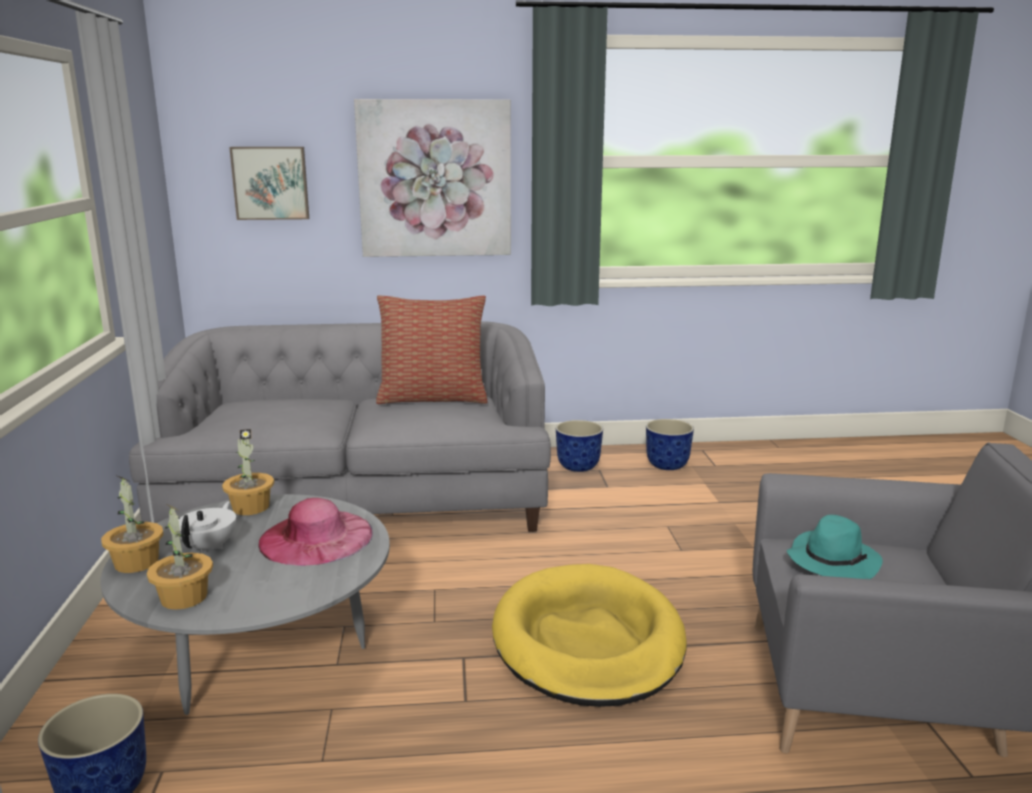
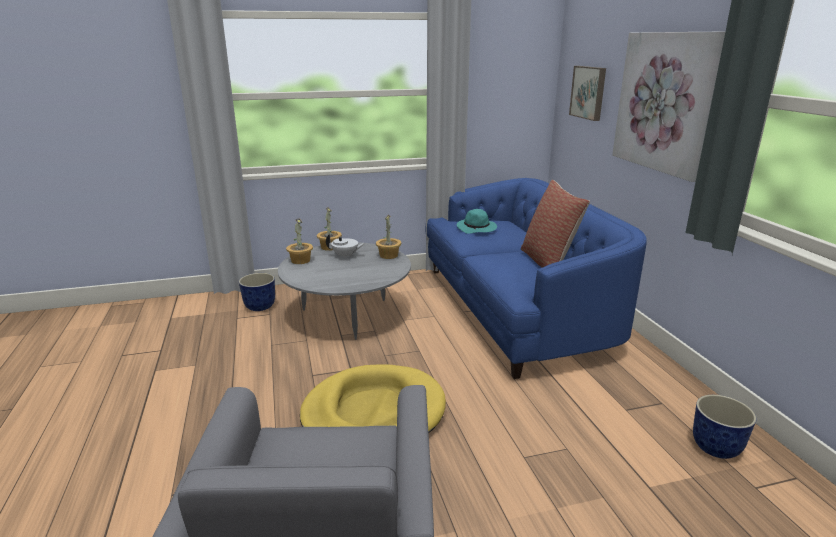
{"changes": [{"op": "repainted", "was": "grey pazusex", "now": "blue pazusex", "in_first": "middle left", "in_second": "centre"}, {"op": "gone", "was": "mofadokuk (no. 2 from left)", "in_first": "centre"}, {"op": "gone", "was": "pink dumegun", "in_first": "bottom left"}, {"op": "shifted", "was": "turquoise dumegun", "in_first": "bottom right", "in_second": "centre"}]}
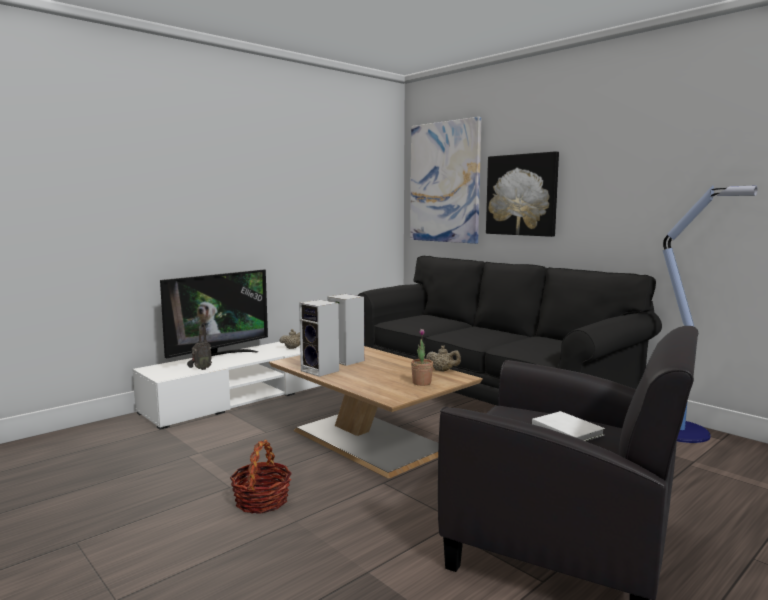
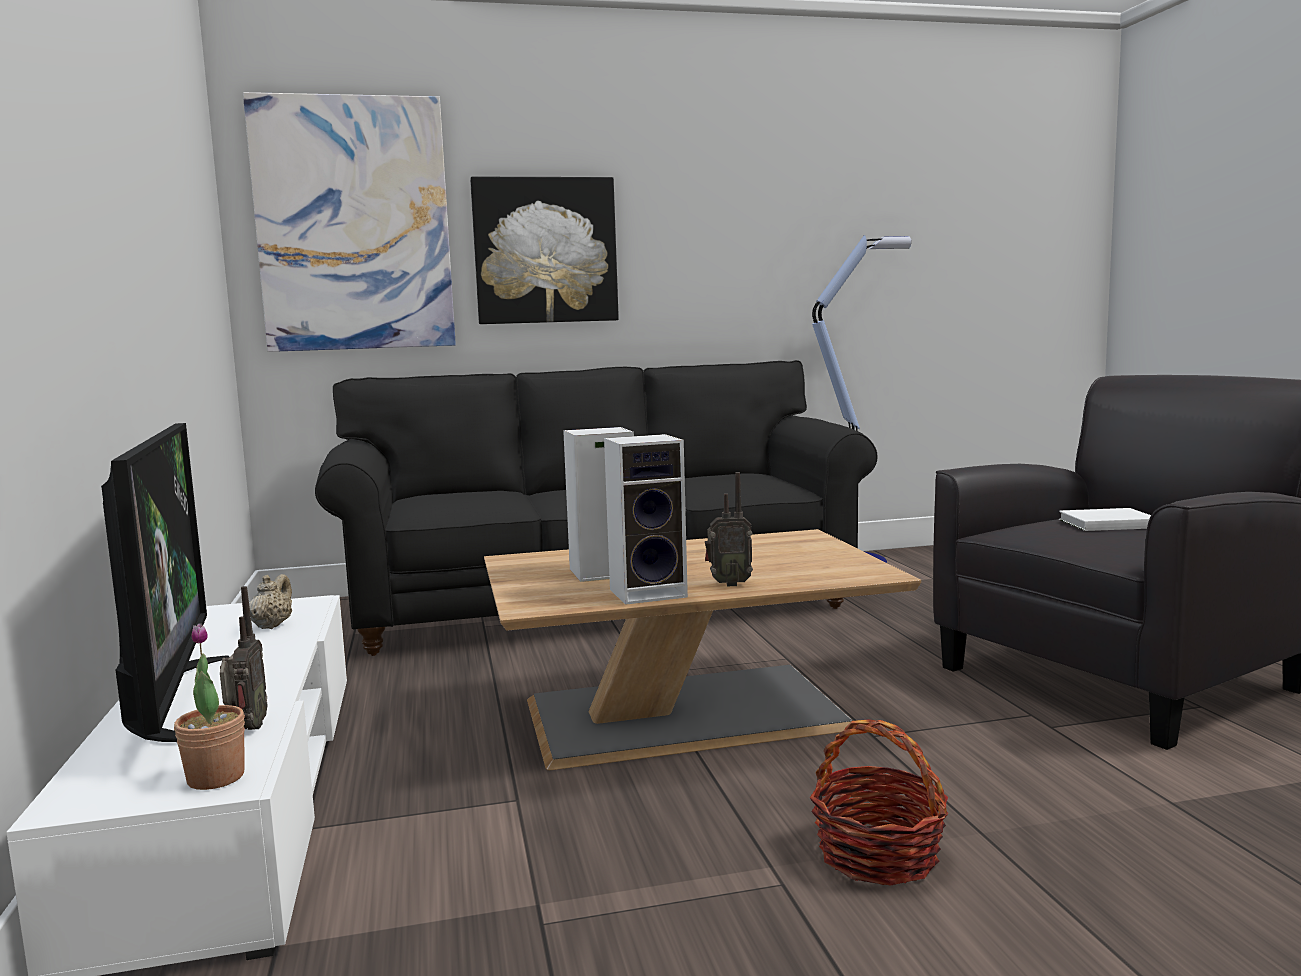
{"changes": [{"op": "shifted", "was": "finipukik", "in_first": "centre", "in_second": "bottom left"}, {"op": "gone", "was": "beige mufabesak (no. 2 from left)", "in_first": "centre"}, {"op": "new", "now": "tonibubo (no. 2 from left)", "in_second": "centre"}]}
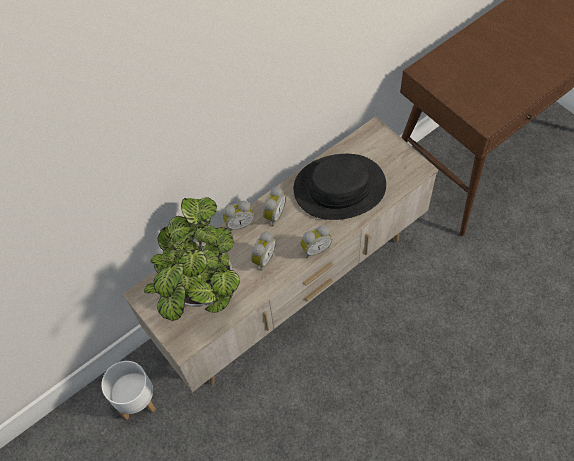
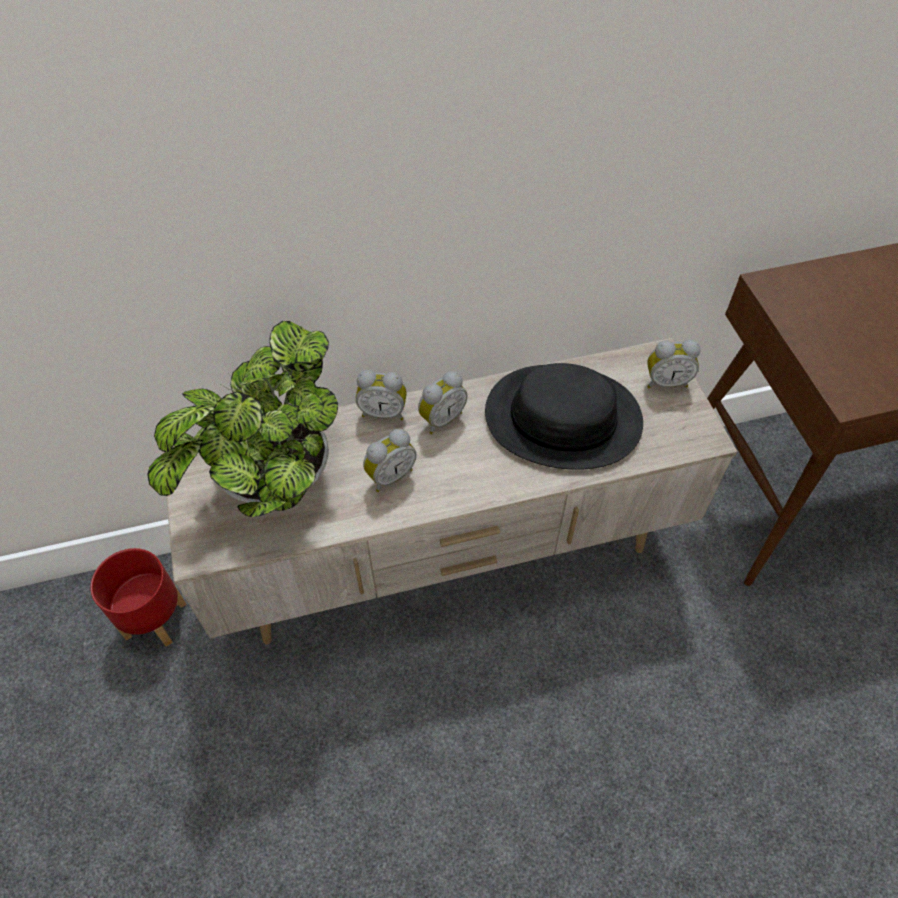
{"changes": [{"op": "shifted", "was": "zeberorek (no. 4 from left)", "in_first": "centre", "in_second": "middle right"}, {"op": "repainted", "was": "white mofadokuk", "now": "red mofadokuk", "in_first": "bottom left", "in_second": "middle left"}]}
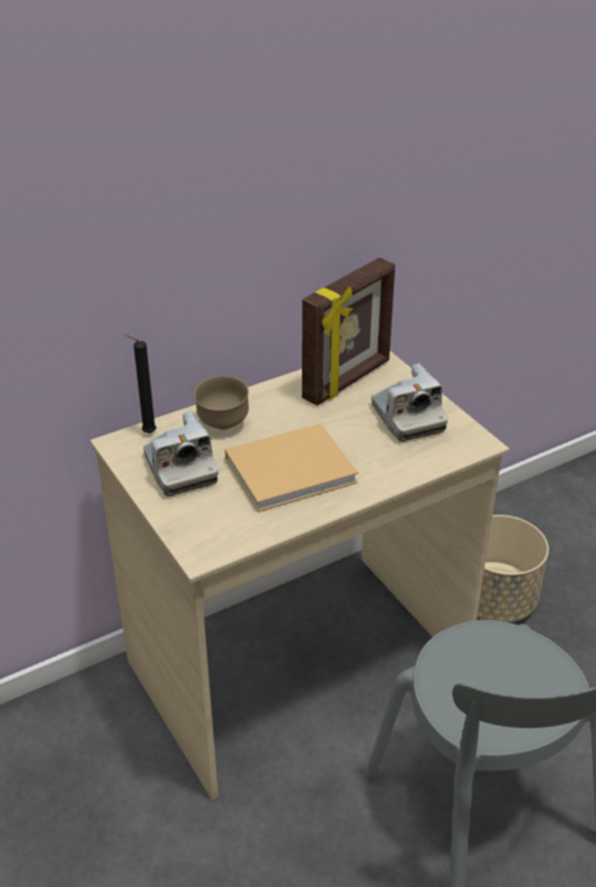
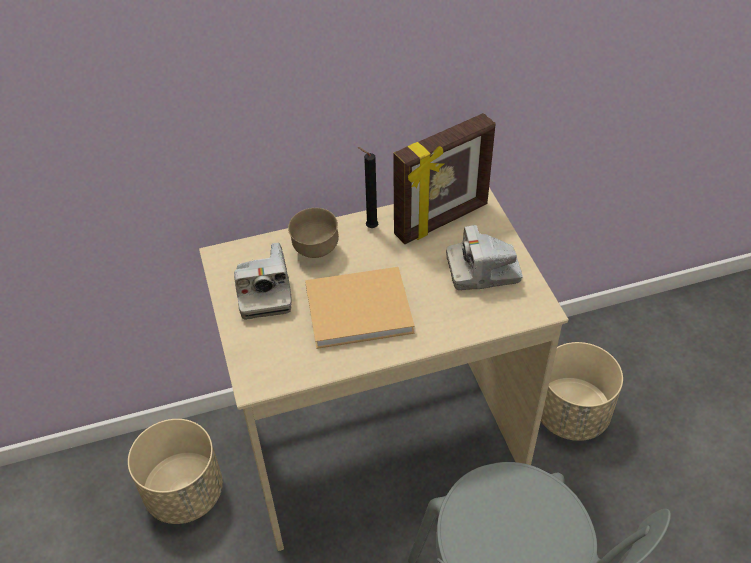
{"changes": [{"op": "shifted", "was": "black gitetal", "in_first": "middle left", "in_second": "top centre"}, {"op": "rotated", "was": "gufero (no. 2 from left)", "in_first": "middle right", "in_second": "centre", "clockwise": 90}, {"op": "new", "now": "beige mofadokuk (no. 1 from left)", "in_second": "bottom left"}]}
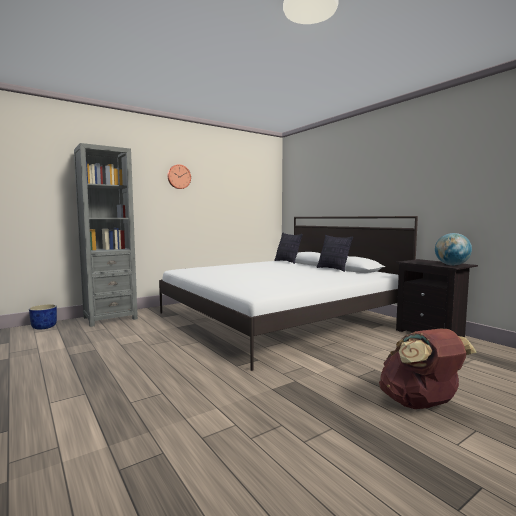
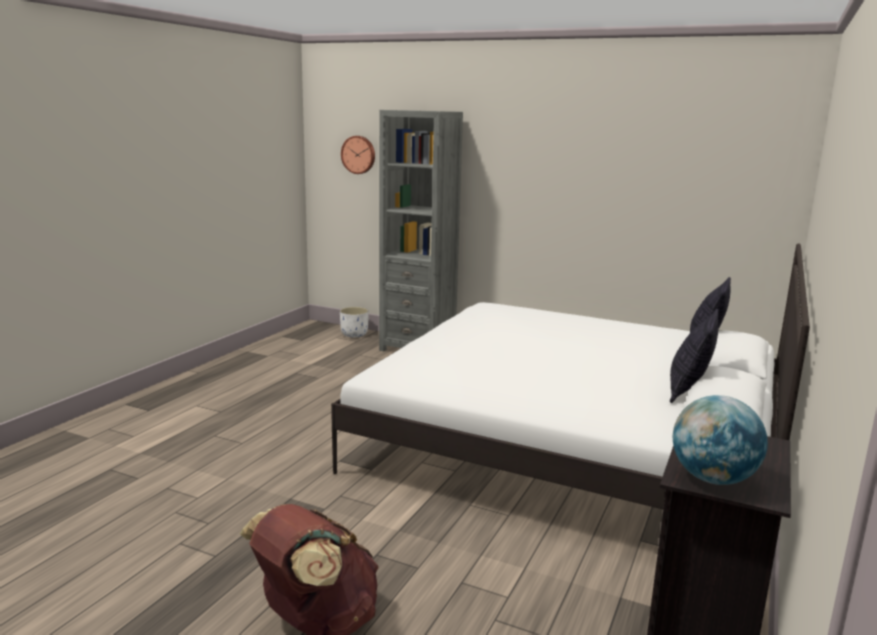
{"changes": [{"op": "shifted", "was": "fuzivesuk", "in_first": "centre", "in_second": "top centre"}, {"op": "repainted", "was": "blue mofadokuk", "now": "white mofadokuk", "in_first": "middle left", "in_second": "centre"}]}
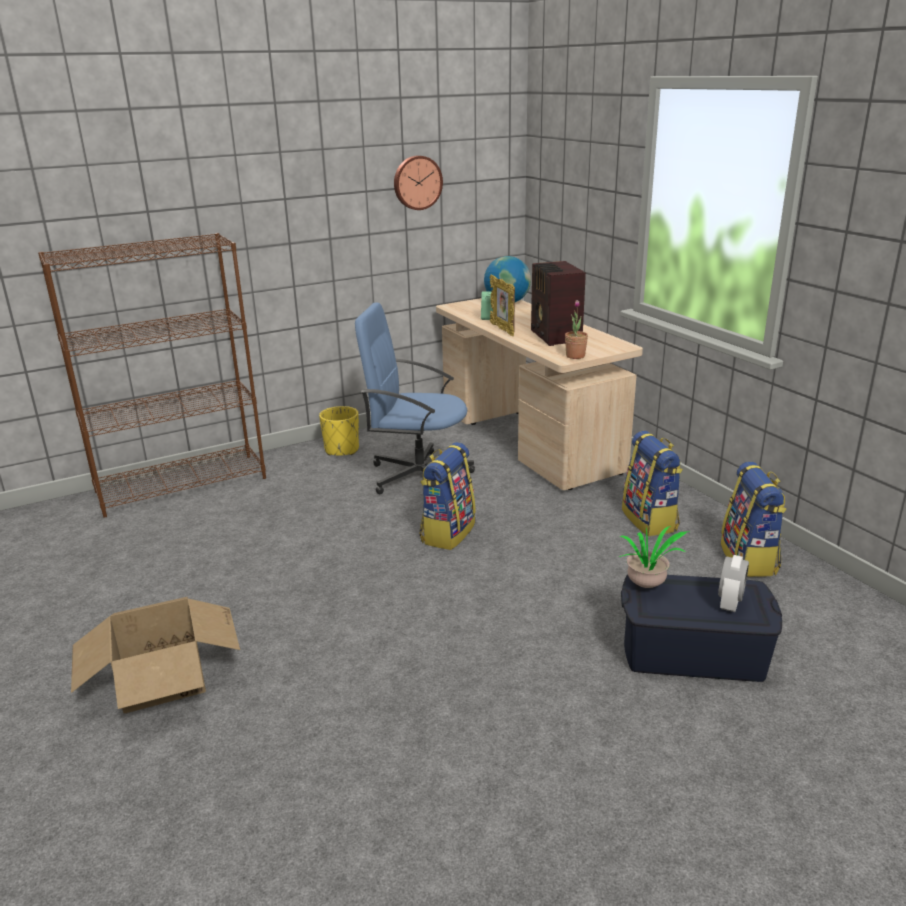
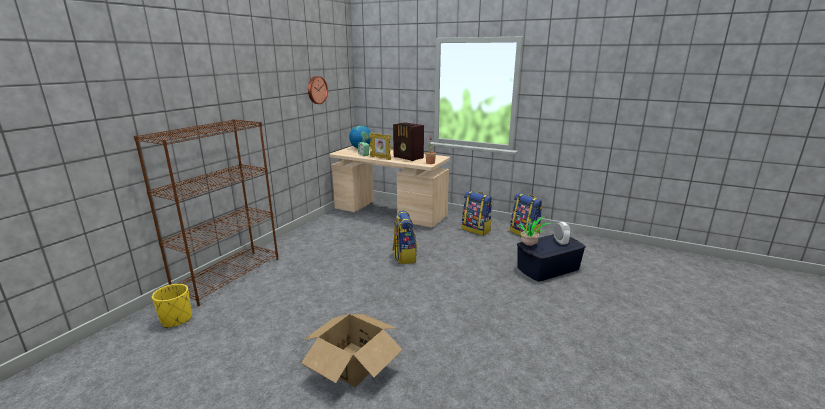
{"changes": [{"op": "gone", "was": "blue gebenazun", "in_first": "centre"}, {"op": "shifted", "was": "yellow mofadokuk", "in_first": "centre", "in_second": "bottom left"}]}
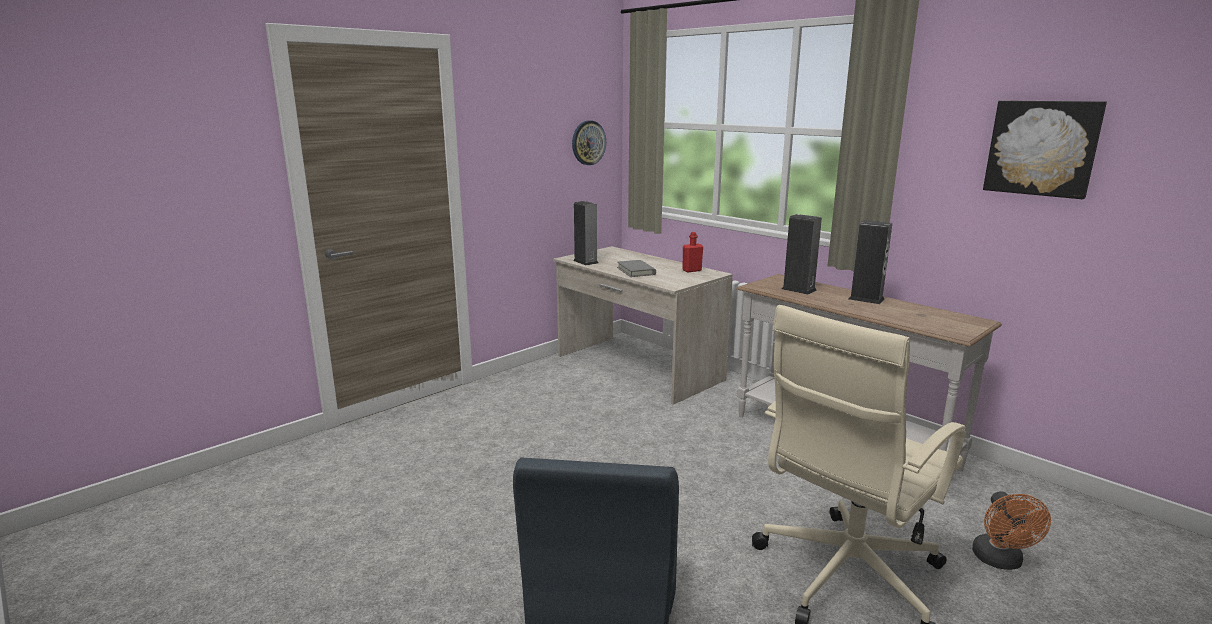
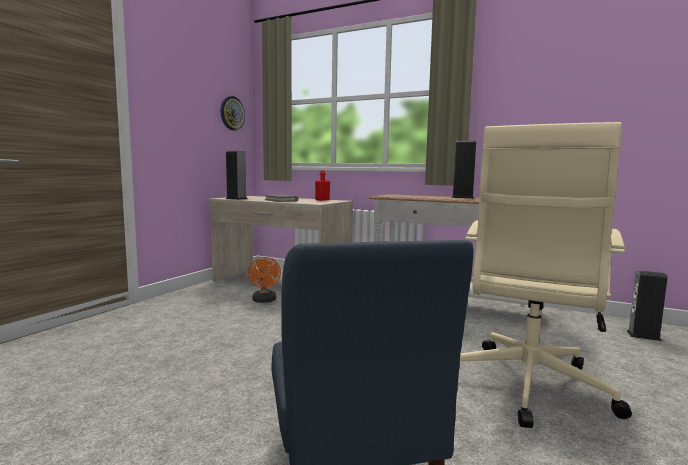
{"changes": [{"op": "gone", "was": "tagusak", "in_first": "top right"}, {"op": "shifted", "was": "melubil (no. 2 from left in the first image)", "now": "melubil (no. 3 from left)", "in_first": "centre", "in_second": "middle right"}, {"op": "shifted", "was": "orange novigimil", "in_first": "bottom right", "in_second": "centre"}]}
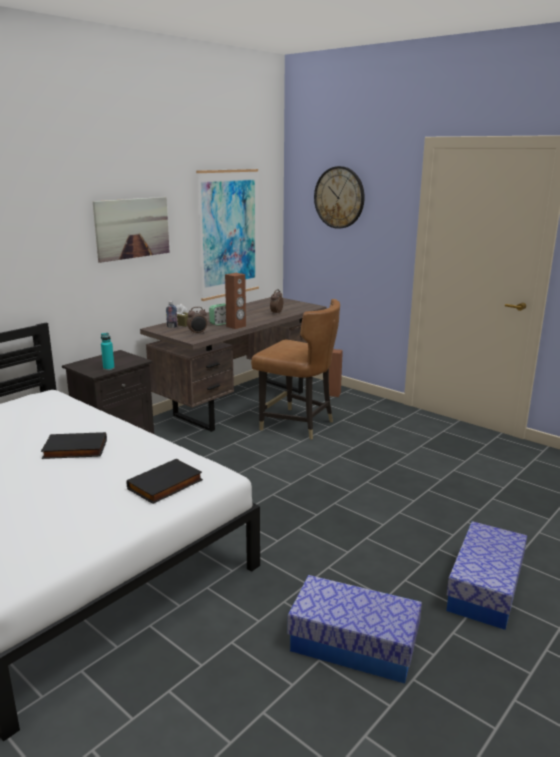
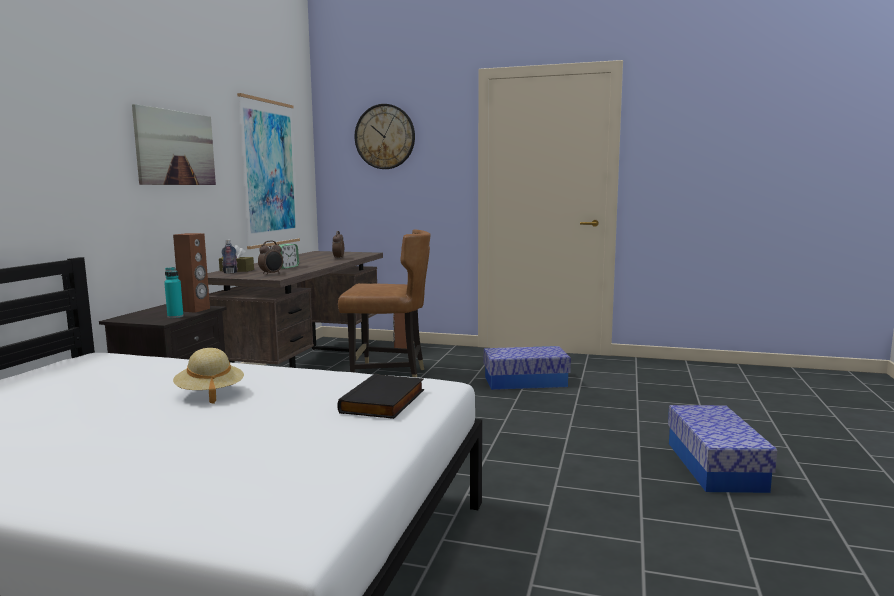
{"changes": [{"op": "shifted", "was": "brown melubil (no. 1 from left)", "in_first": "centre", "in_second": "middle left"}, {"op": "swapped", "was": "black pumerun (no. 1 from left)", "now": "beige dumegun", "in_first": "middle left", "in_second": "middle left"}, {"op": "shifted", "was": "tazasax (no. 1 from left)", "in_first": "bottom centre", "in_second": "centre"}]}
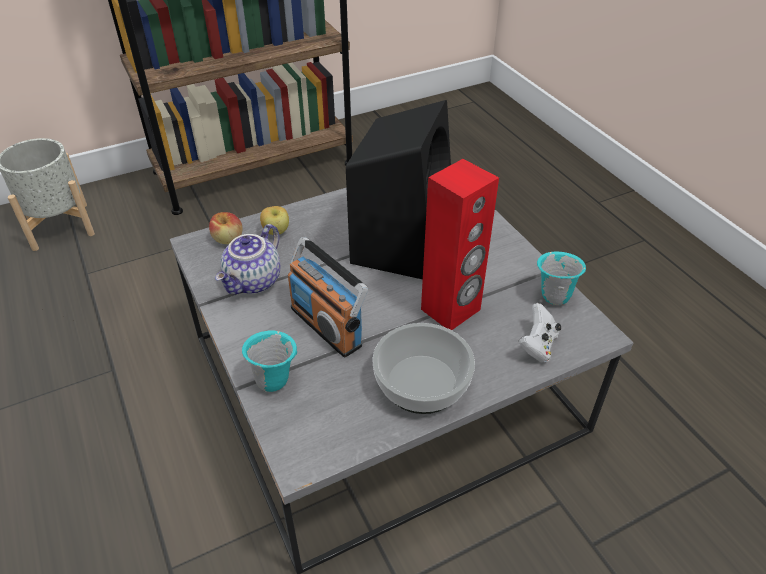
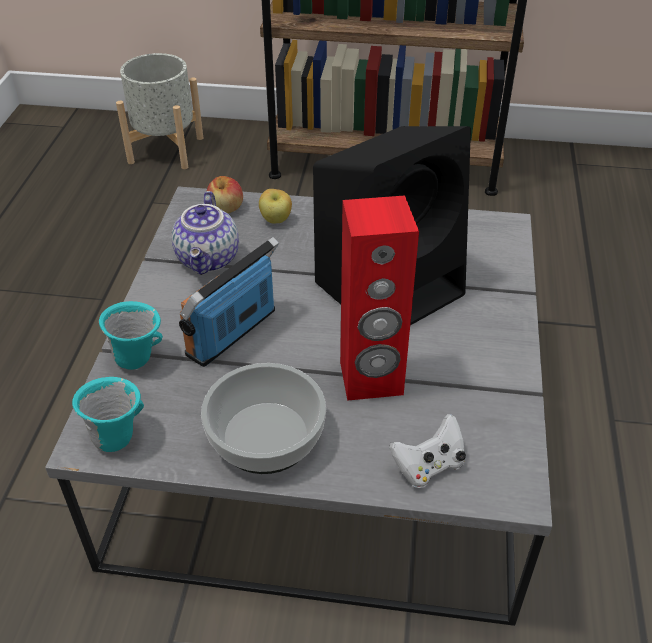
{"changes": [{"op": "rotated", "was": "mufabesak", "in_first": "middle left", "in_second": "middle left", "clockwise": -60}, {"op": "rotated", "was": "tonibubo", "in_first": "centre", "in_second": "centre", "clockwise": 45}, {"op": "shifted", "was": "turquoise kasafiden (no. 2 from left in the first image)", "now": "turquoise kasafiden (no. 1 from left)", "in_first": "middle right", "in_second": "middle left"}]}
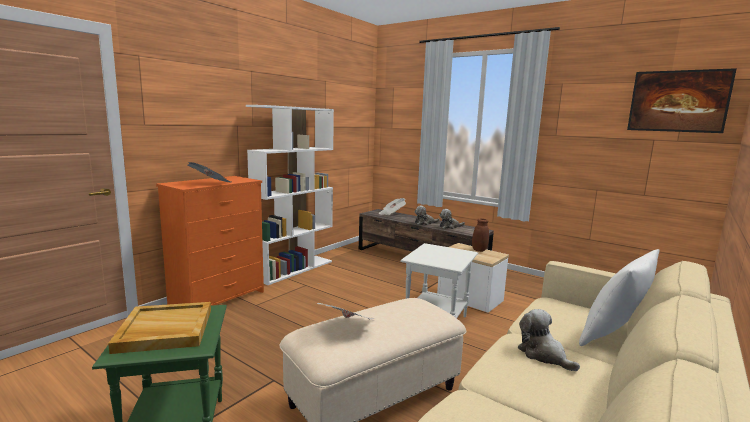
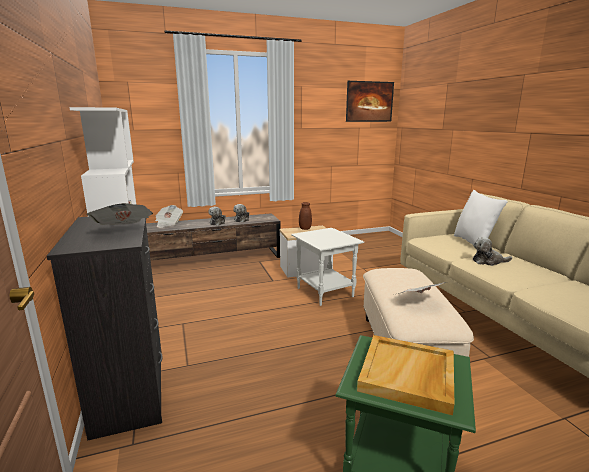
{"changes": [{"op": "repainted", "was": "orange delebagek", "now": "black delebagek", "in_first": "middle left", "in_second": "bottom left"}]}
